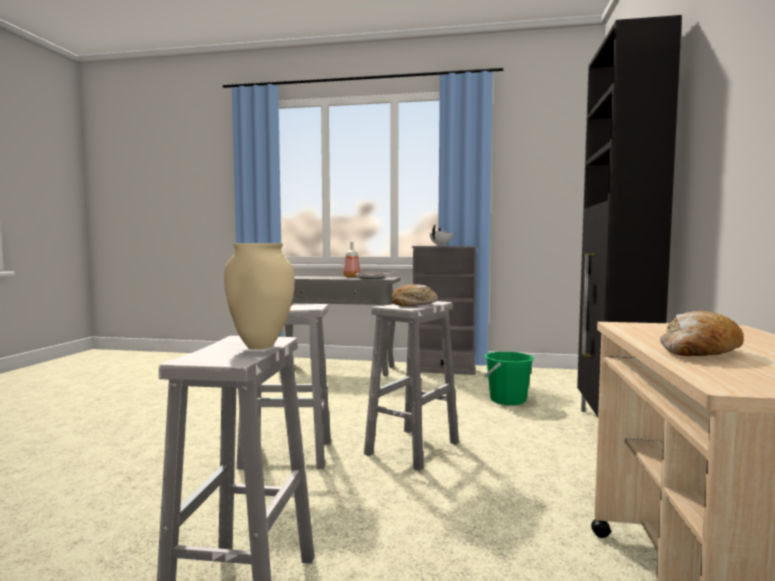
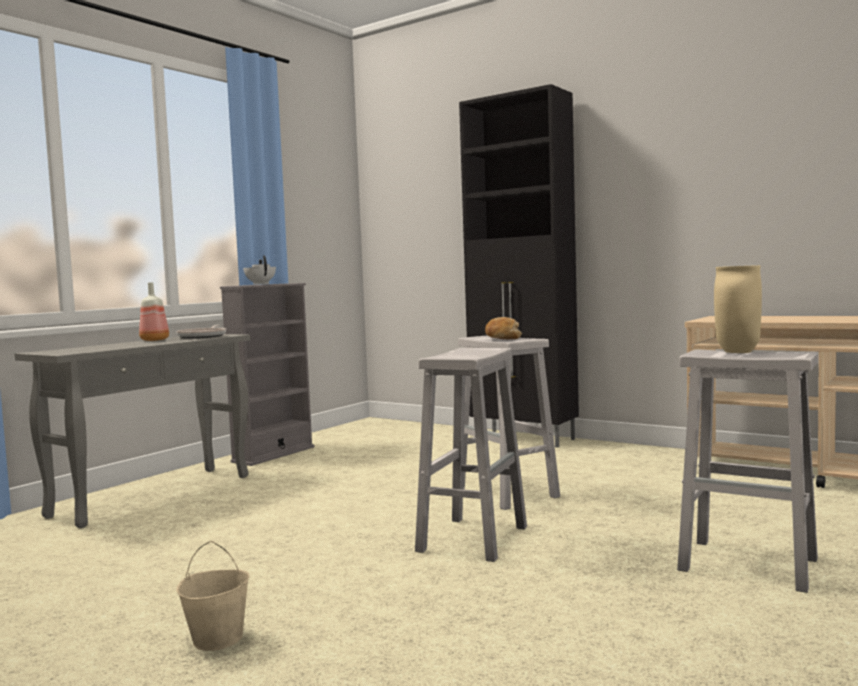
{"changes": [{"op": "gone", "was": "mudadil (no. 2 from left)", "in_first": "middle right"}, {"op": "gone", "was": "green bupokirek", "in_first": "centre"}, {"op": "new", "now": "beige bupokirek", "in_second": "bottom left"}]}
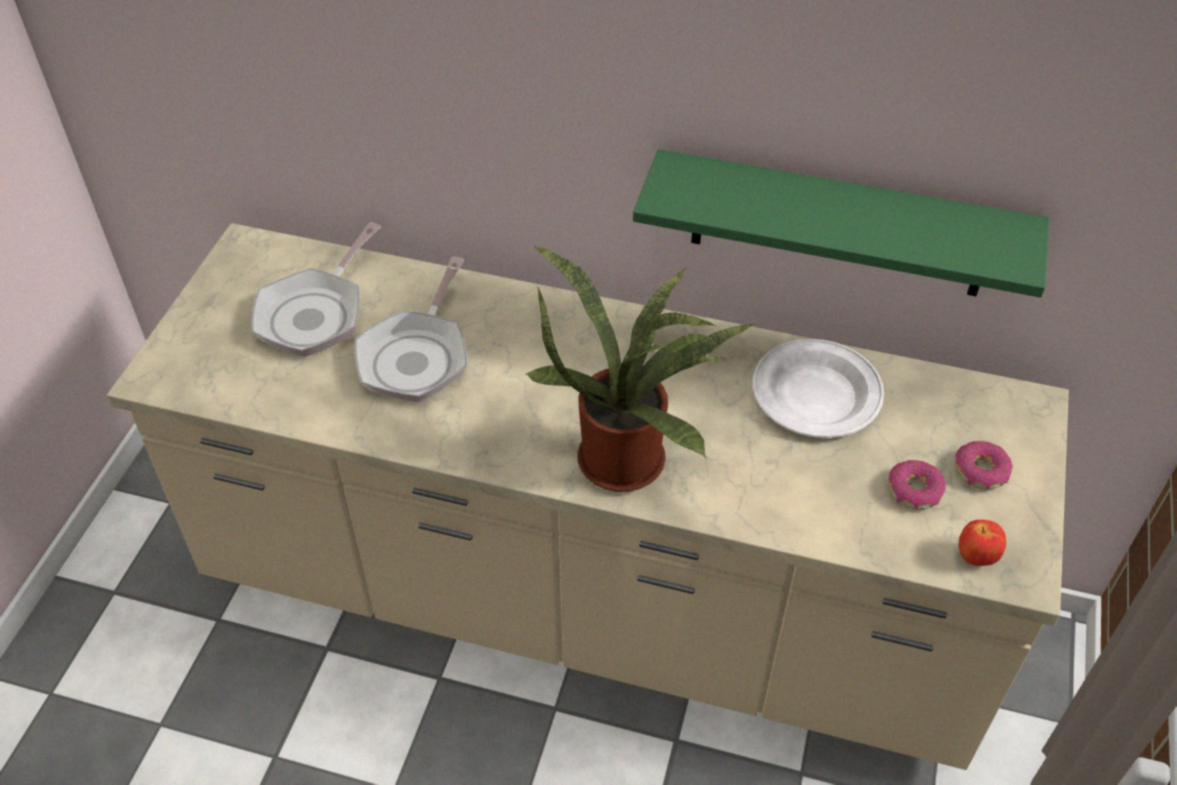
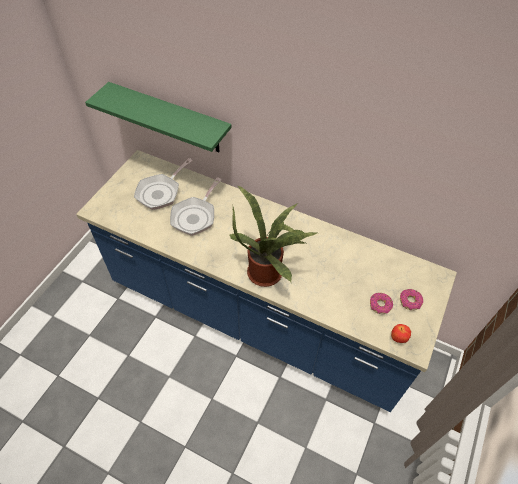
{"changes": [{"op": "shifted", "was": "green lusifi", "in_first": "top right", "in_second": "top left"}, {"op": "repainted", "was": "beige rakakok", "now": "blue rakakok", "in_first": "centre", "in_second": "centre"}, {"op": "gone", "was": "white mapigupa", "in_first": "middle right"}]}
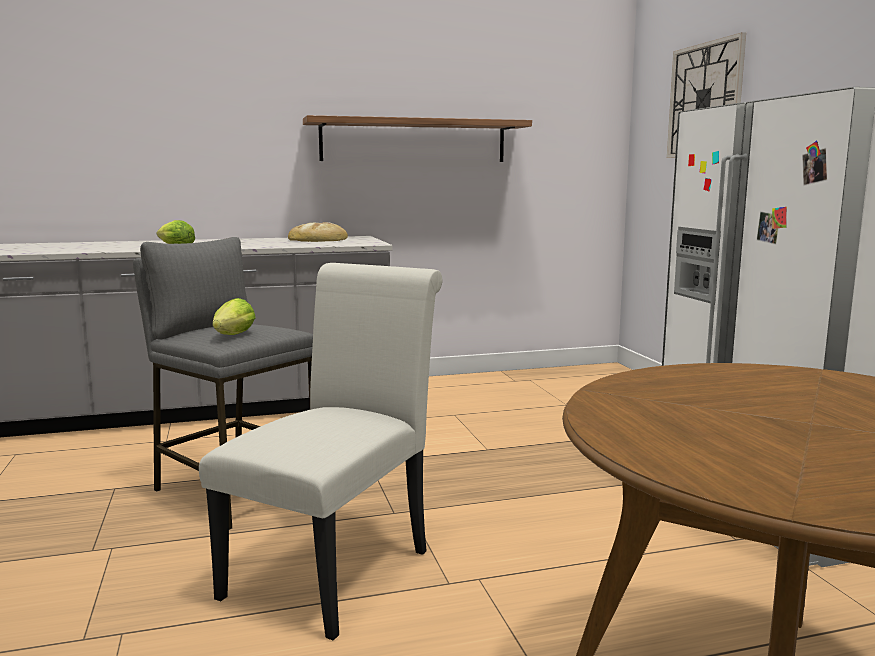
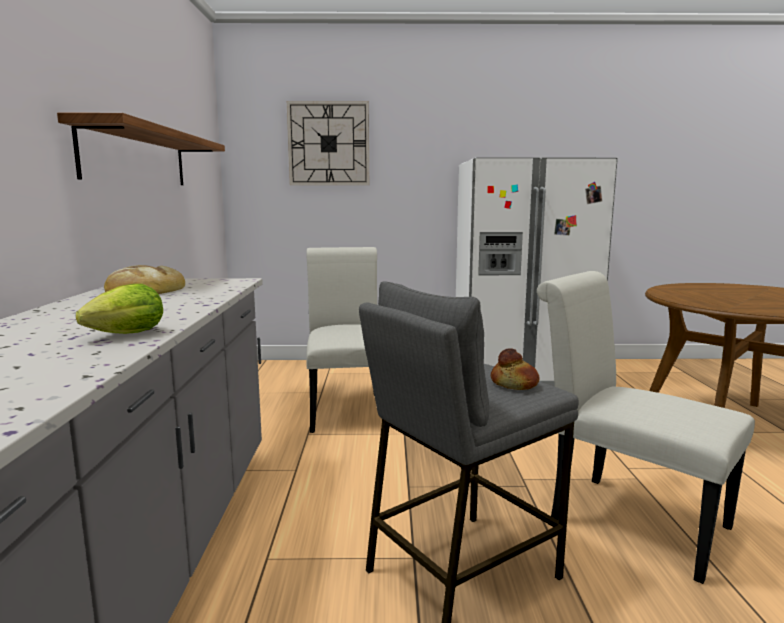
{"changes": [{"op": "swapped", "was": "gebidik (no. 2 from left)", "now": "mudadil (no. 2 from left)", "in_first": "middle left", "in_second": "centre"}, {"op": "new", "now": "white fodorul (no. 1 from left)", "in_second": "centre"}]}
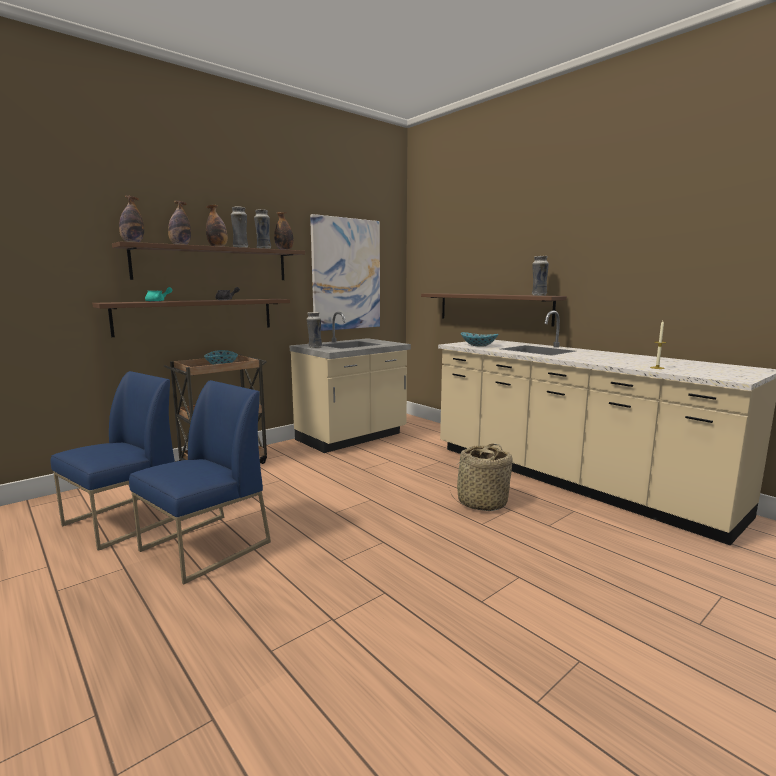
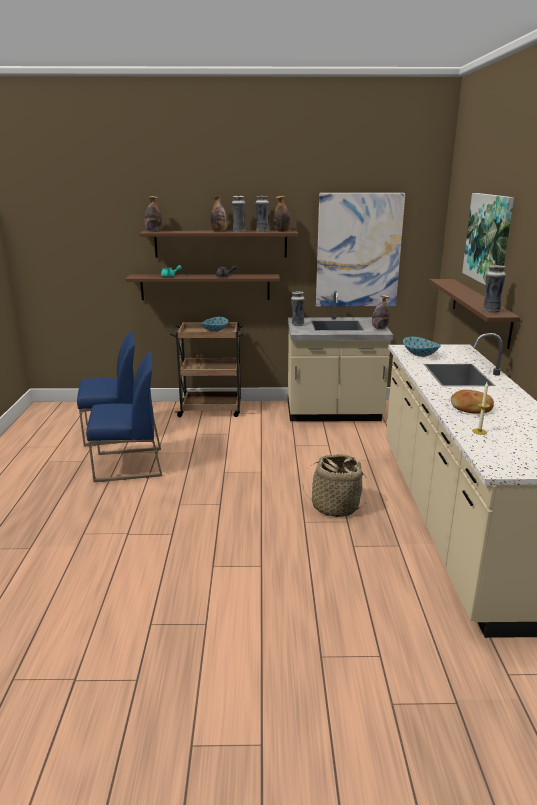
{"changes": [{"op": "shifted", "was": "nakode (no. 2 from left in the first image)", "now": "nakode (no. 4 from left)", "in_first": "top left", "in_second": "middle right"}, {"op": "new", "now": "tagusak (no. 2 from left)", "in_second": "top right"}, {"op": "new", "now": "mudadil", "in_second": "middle right"}]}
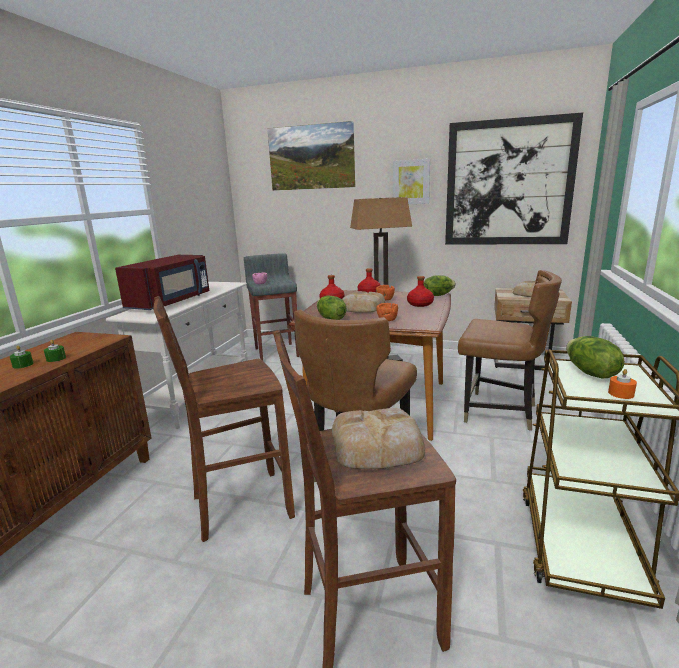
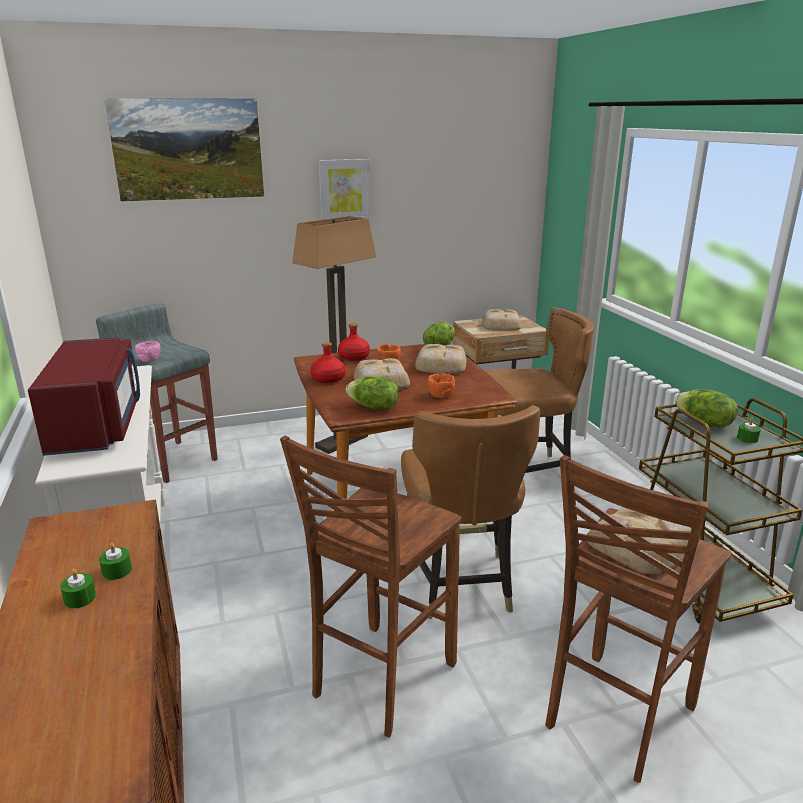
{"changes": [{"op": "gone", "was": "tagusak (no. 3 from left)", "in_first": "top right"}, {"op": "swapped", "was": "red nakode (no. 3 from left)", "now": "mudadil (no. 2 from left)", "in_first": "centre", "in_second": "centre"}, {"op": "repainted", "was": "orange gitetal", "now": "green gitetal (no. 3 from left)", "in_first": "middle right", "in_second": "middle right"}]}
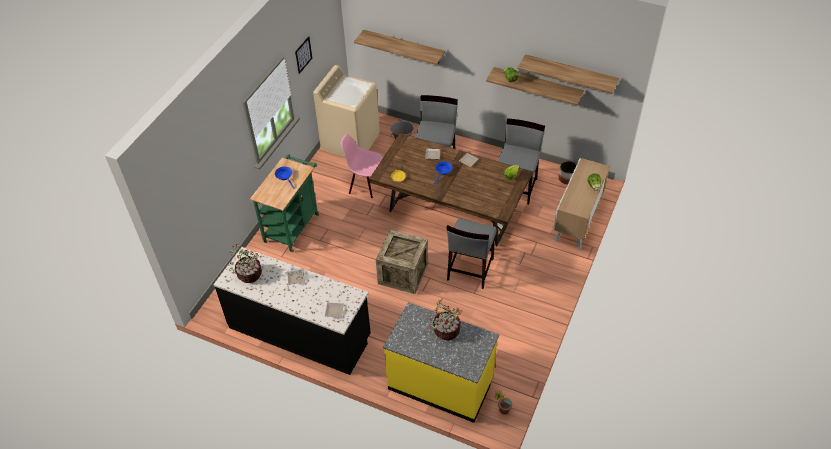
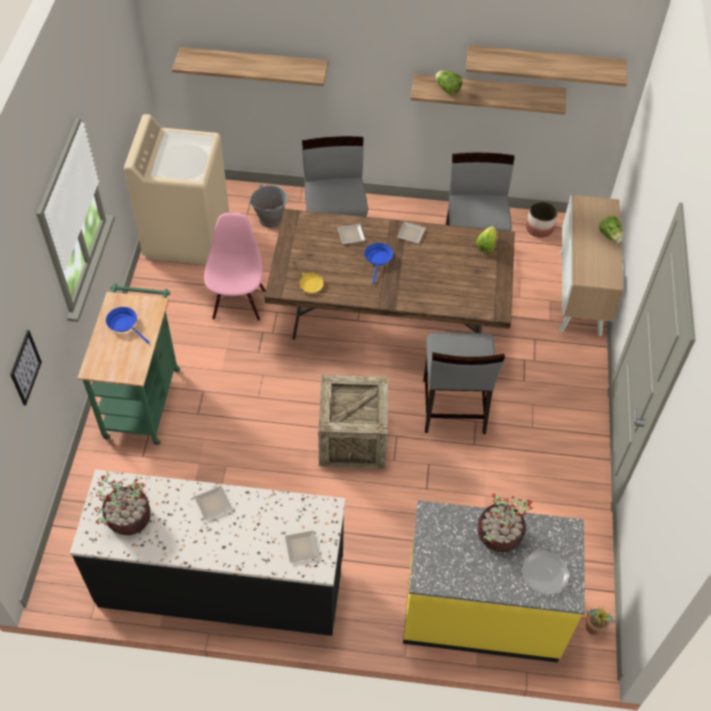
{"changes": [{"op": "shifted", "was": "tagusak", "in_first": "top centre", "in_second": "middle left"}, {"op": "rotated", "was": "pink fodorul", "in_first": "centre", "in_second": "middle left", "clockwise": 90}, {"op": "new", "now": "mapigupa (no. 5 from left)", "in_second": "bottom right"}]}
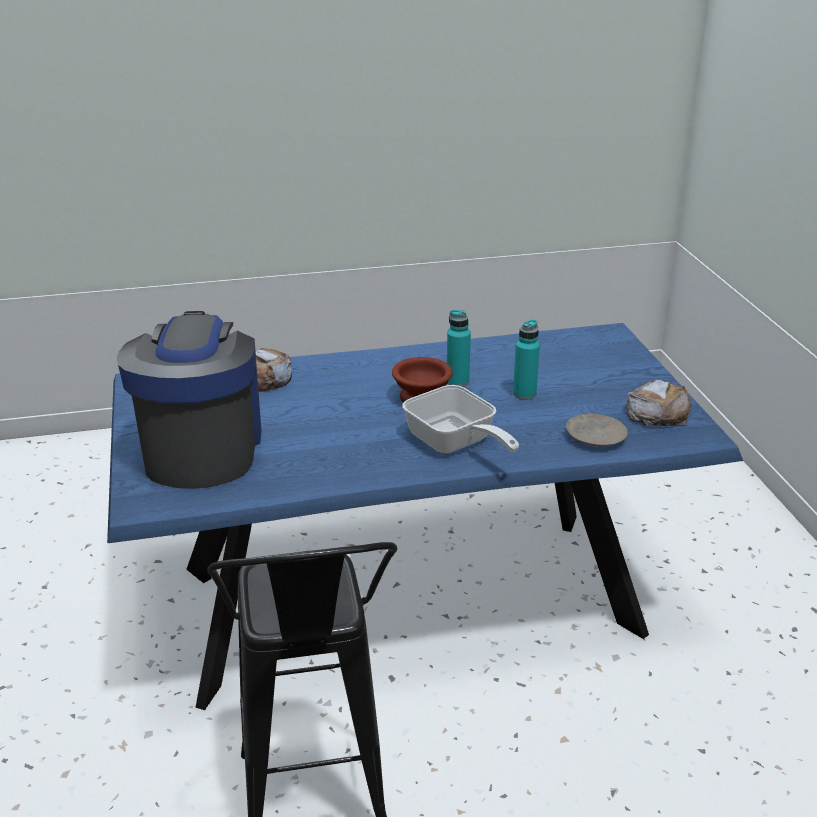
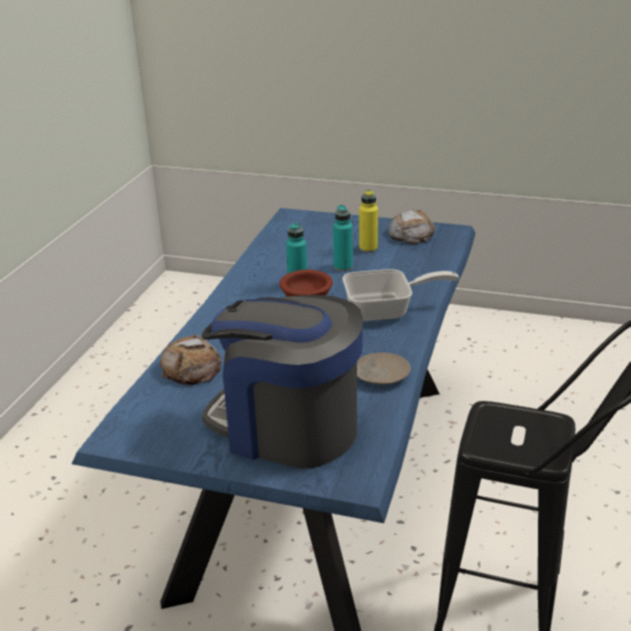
{"changes": [{"op": "shifted", "was": "beige mapigupa", "in_first": "middle right", "in_second": "centre"}, {"op": "new", "now": "yellow nakode", "in_second": "centre"}]}
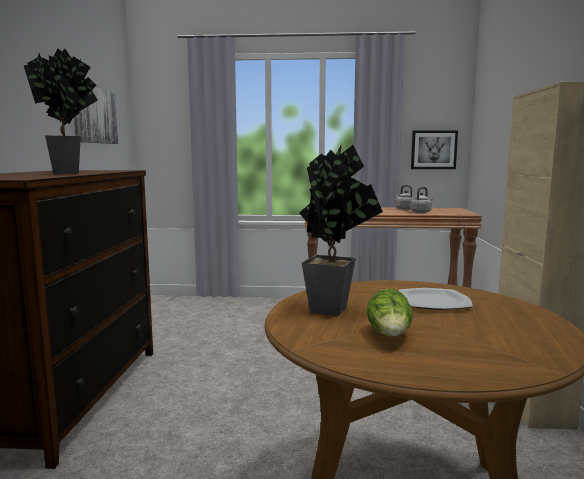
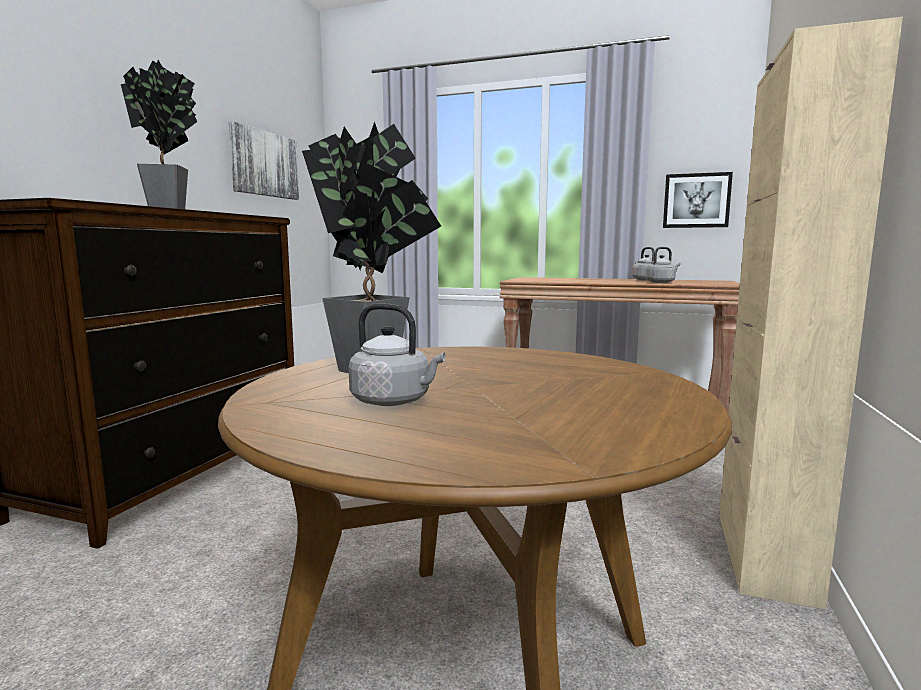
{"changes": [{"op": "gone", "was": "mapigupa", "in_first": "middle right"}, {"op": "swapped", "was": "gebidik", "now": "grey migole (no. 1 from left)", "in_first": "centre", "in_second": "centre"}]}
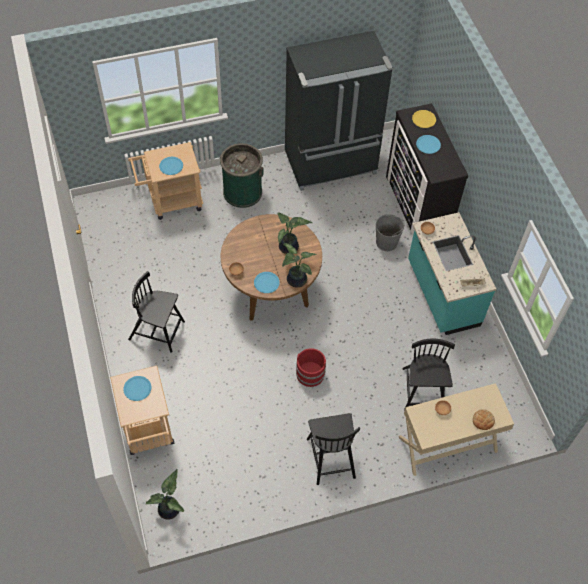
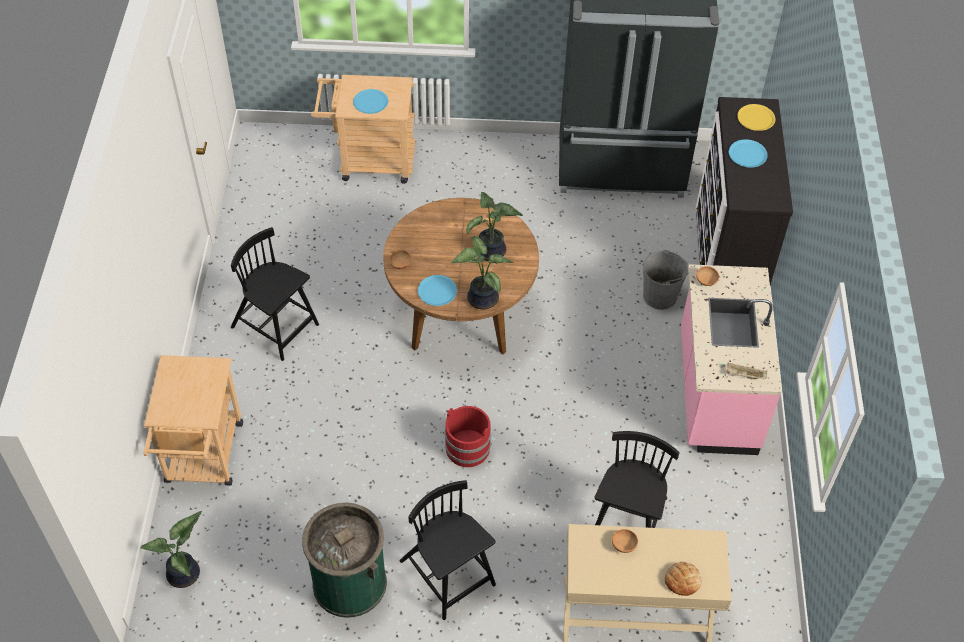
{"changes": [{"op": "shifted", "was": "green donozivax", "in_first": "top centre", "in_second": "bottom centre"}, {"op": "repainted", "was": "turquoise rakakok", "now": "pink rakakok", "in_first": "middle right", "in_second": "middle right"}, {"op": "gone", "was": "blue mapigupa (no. 1 from left)", "in_first": "middle left"}, {"op": "rotated", "was": "black fodorul (no. 2 from left)", "in_first": "bottom centre", "in_second": "bottom centre", "clockwise": 135}]}
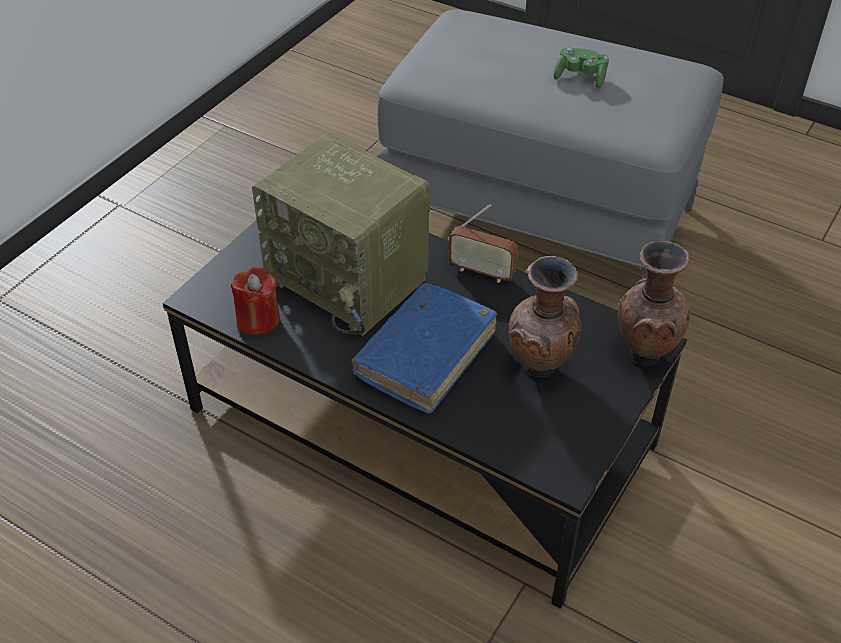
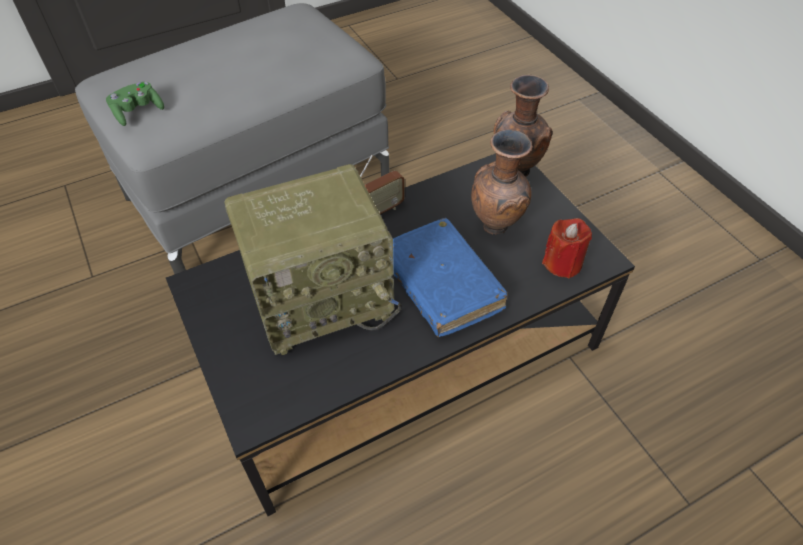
{"changes": [{"op": "shifted", "was": "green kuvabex", "in_first": "top right", "in_second": "top left"}, {"op": "shifted", "was": "red gitetal", "in_first": "middle left", "in_second": "middle right"}]}
